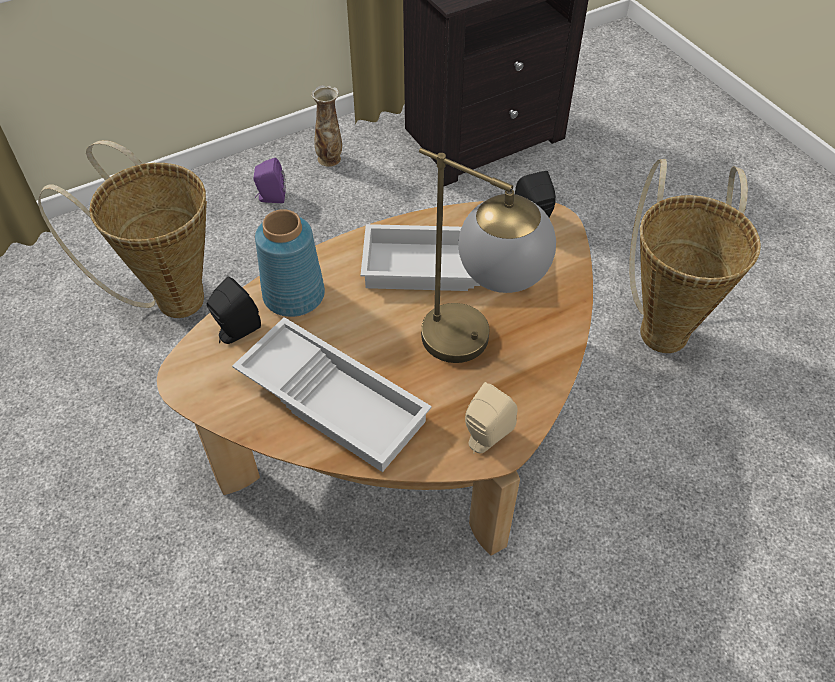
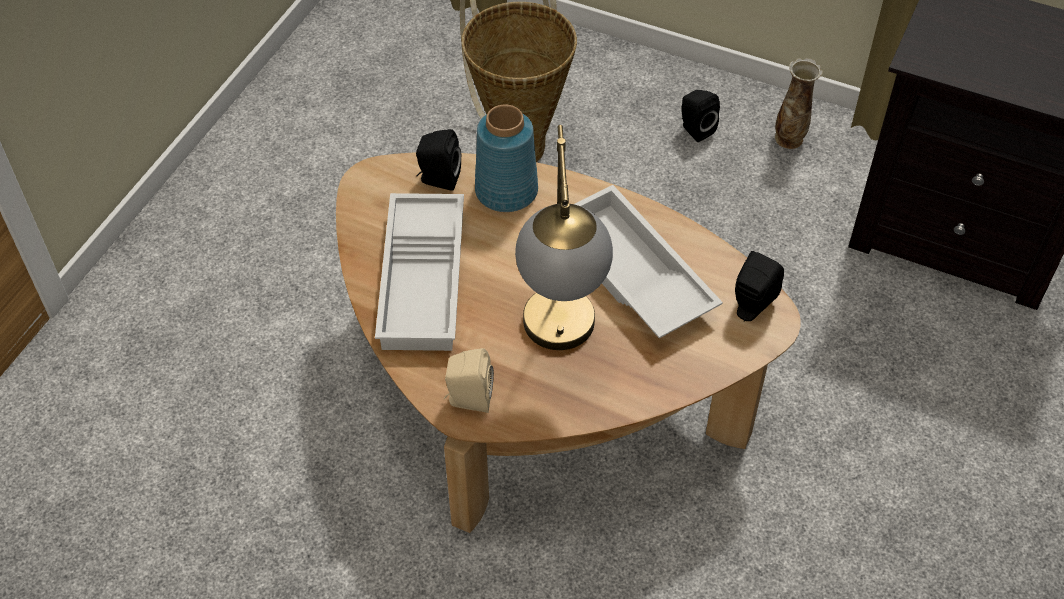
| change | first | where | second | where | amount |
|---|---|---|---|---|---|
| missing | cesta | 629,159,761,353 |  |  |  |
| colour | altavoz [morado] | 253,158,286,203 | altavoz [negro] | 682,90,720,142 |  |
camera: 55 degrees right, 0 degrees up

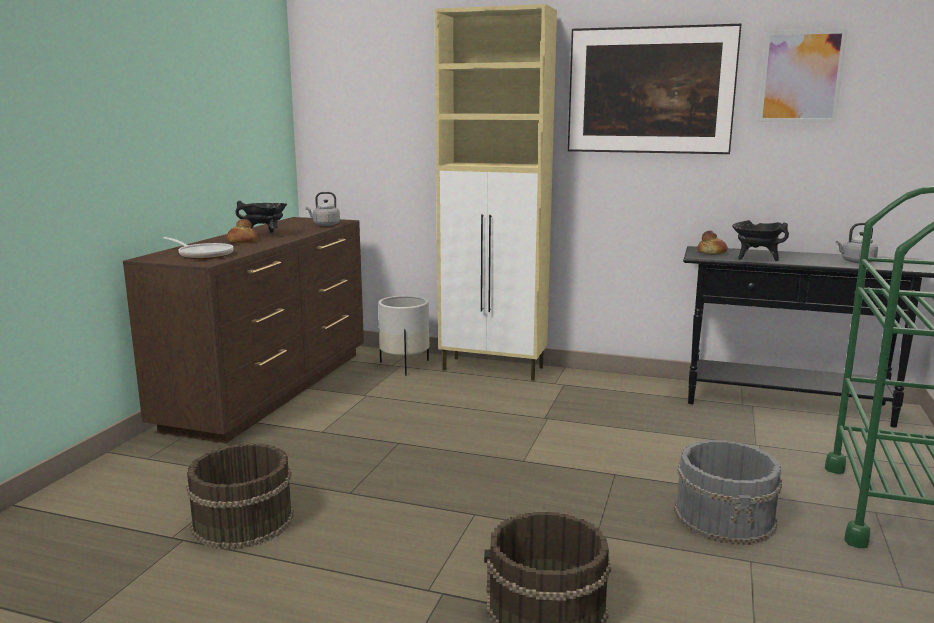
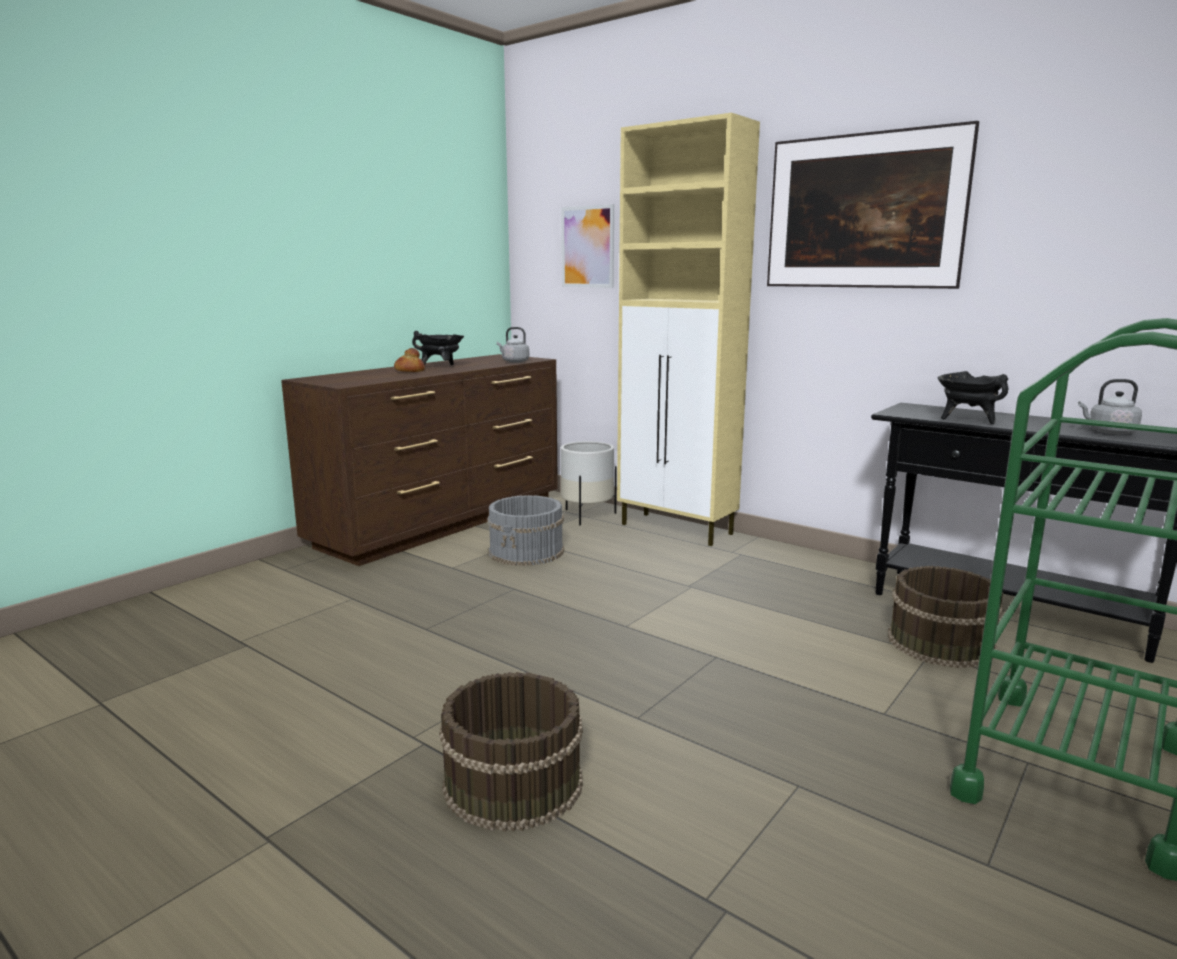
| change | first | where | second | where | amount |
|---|---|---|---|---|---|
| missing | sartén | 163,237,233,259 |  |  |  |
| missing | pan | 697,231,728,254 |  |  |  |
| relocated | cubo [marrón] | 186,443,294,550 |  | 888,566,1004,668 |  |
| relocated | cubo [gris] | 674,440,782,545 |  | 487,495,564,566 |  |
| relocated | cuadro | 758,29,847,122 |  | 561,204,614,288 |  |
camera: 20 degrees right, 0 degrees up

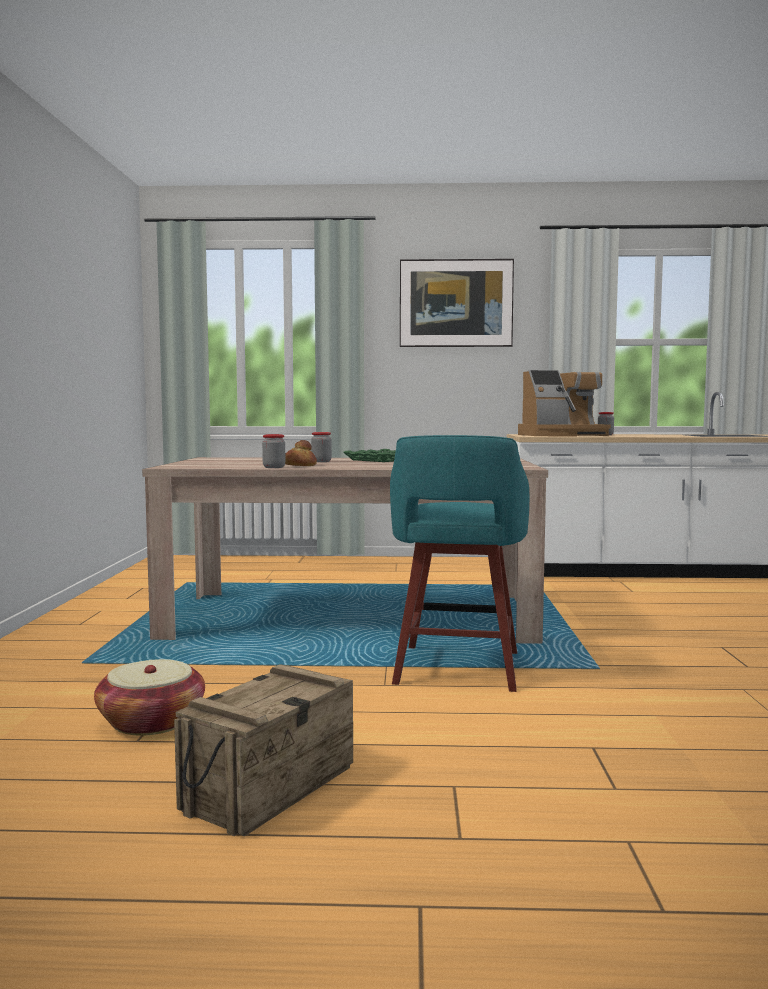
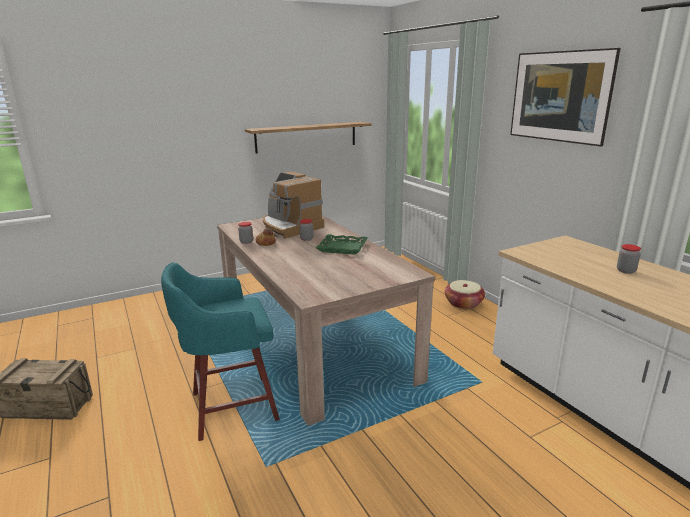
| change | first | where | second | where | amount |
|---|---|---|---|---|---|
| appeared |  |  | estante | 245,122,372,153 |  |
| relocated | cesta | 94,659,205,736 |  | 444,280,485,309 |  |
| relocated | cafetera | 518,370,611,437 |  | 263,172,324,239 |  |
camera: 60 degrees right, 15 degrees up

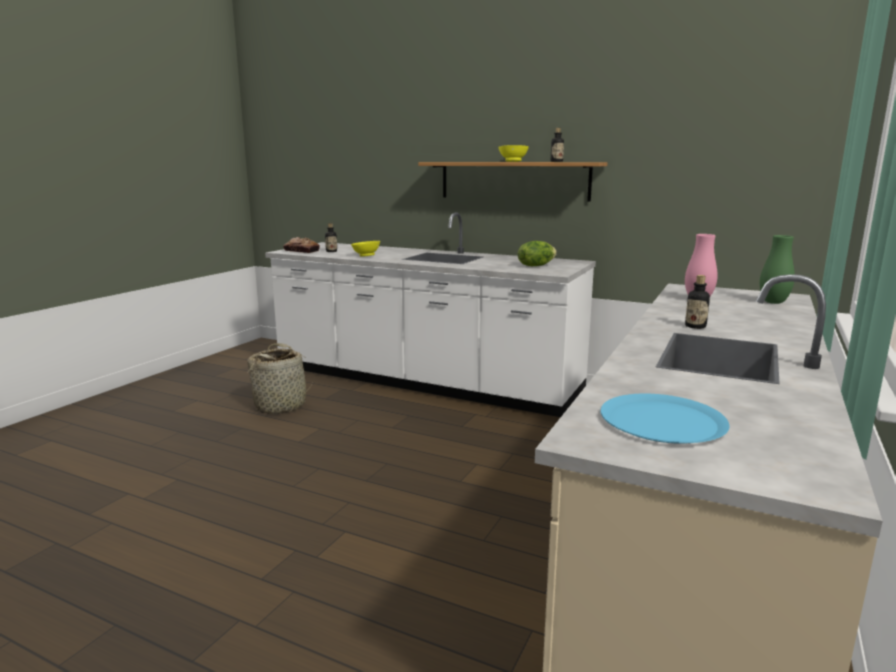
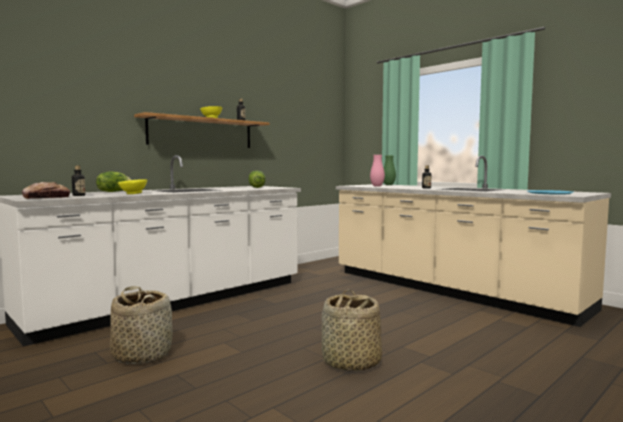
| change | first | where | second | where | amount |
|---|---|---|---|---|---|
| appeared |  |  | lechuga | 96,171,131,192 |  |
| appeared |  |  | cesta | 321,290,382,371 |  |
camera: 70 degrees left, 10 degrees down

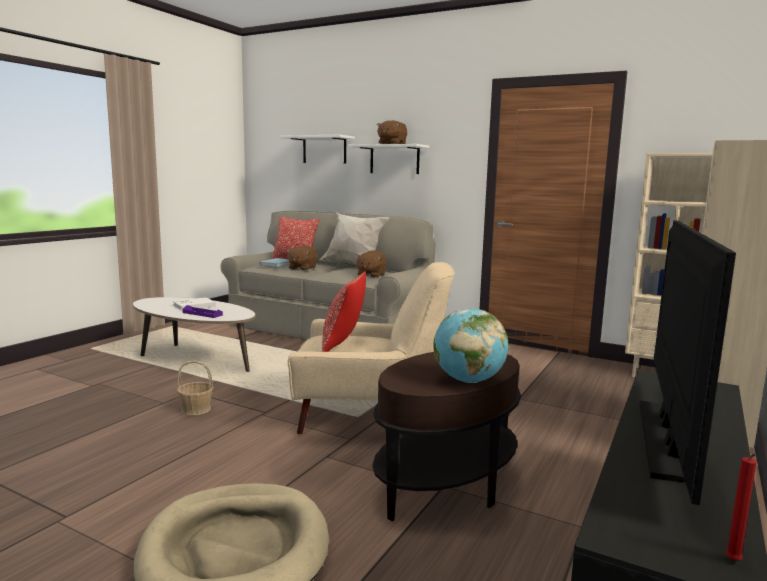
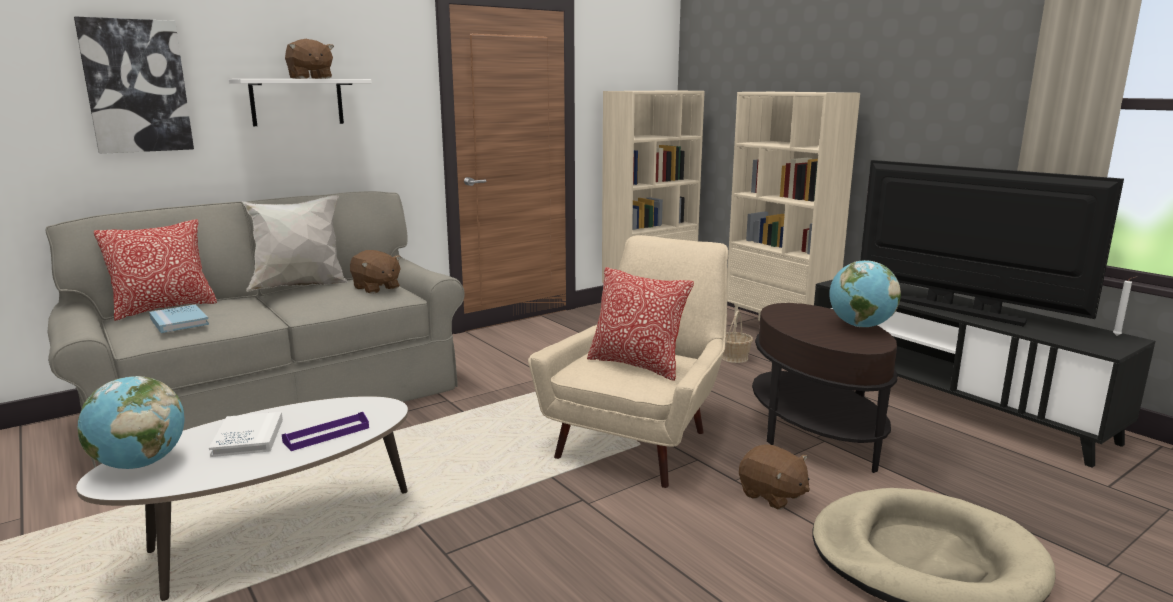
| change | first | where | second | where | amount |
|---|---|---|---|---|---|
| appeared |  |  | globo terráqueo | 78,376,185,469 |  |
| relocated | cesta | 177,360,213,415 |  | 722,310,753,363 |  |
| relocated | peluche [marrón] | 287,245,317,271 |  | 739,444,810,510 |  |
| exchanged | estante [blanco] | 280,135,355,163 | cuadro | 74,17,194,154 |  |
| colour | vela [rojo] | 725,453,757,561 | vela [blanco] | 1113,276,1137,336 |  |
camera: 65 degrees left, 5 degrees up

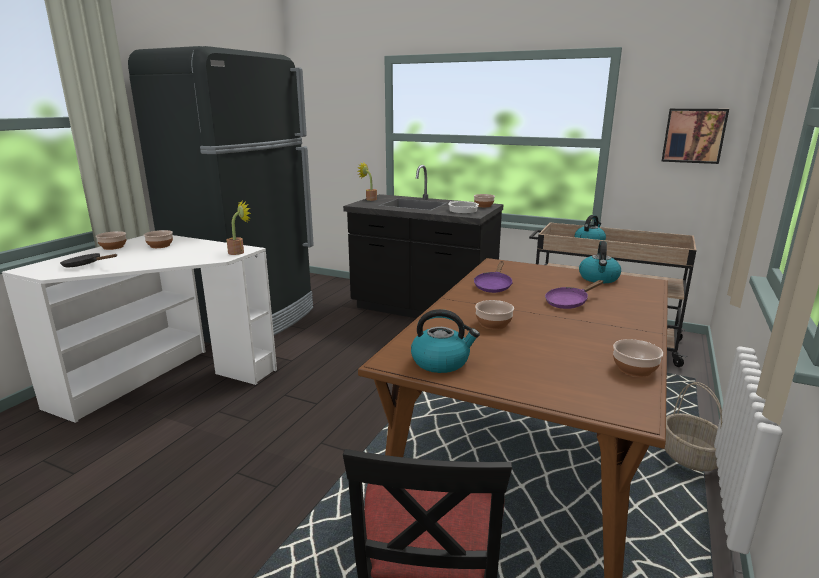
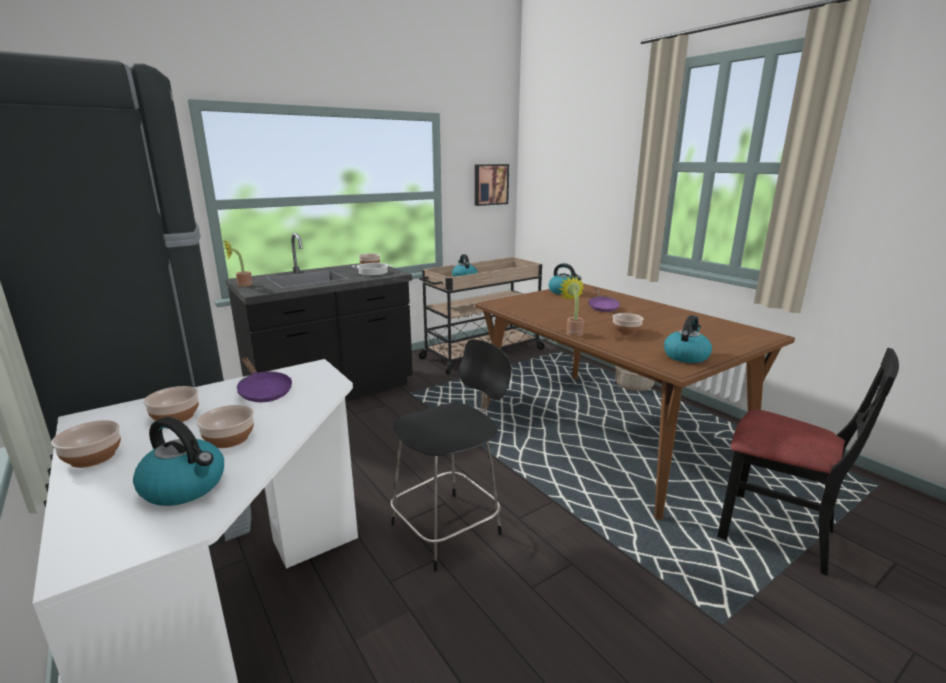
| change | first | where | second | where | amount |
|---|---|---|---|---|---|
| appeared |  |  | silla [negro] | 390,339,512,571 |  |
| relocated | planta en maceta | 227,199,251,255 |  | 559,276,584,337 |  |
| relocated | sartén [morado] | 474,261,513,293 |  | 237,357,292,402 |  |
| relocated | cuenco | 613,339,663,377 |  | 196,405,254,448 |  |
| exchanged | sartén [negro] | 60,253,117,268 | hervidor | 133,417,224,506 |  |
camera: 60 degrees left, 0 degrees up

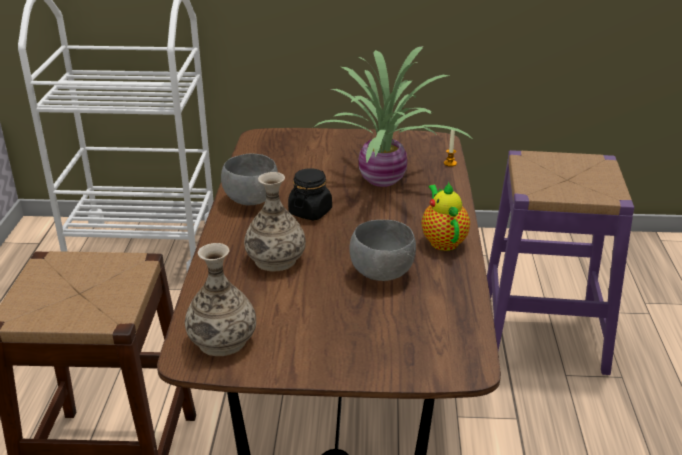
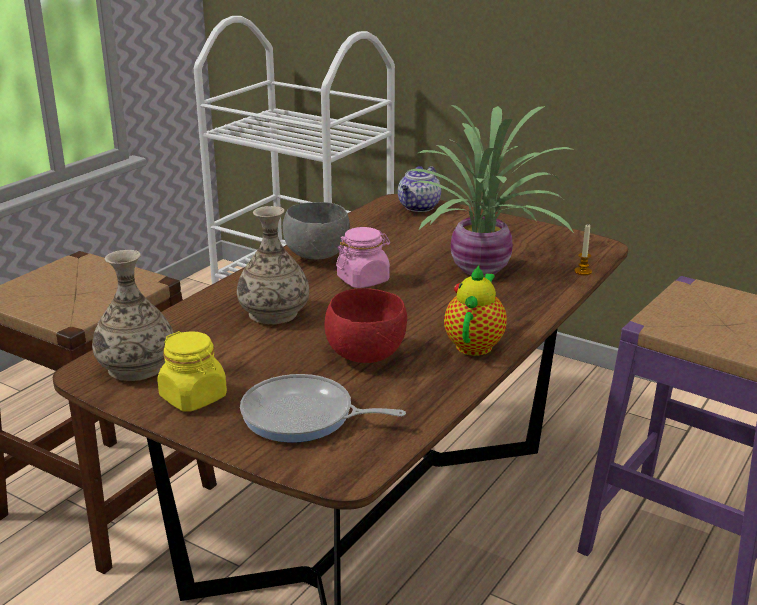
| change | first | where | second | where | amount |
|---|---|---|---|---|---|
| appeared |  |  | tarro [amarillo] | 157,331,227,412 |  |
| appeared |  |  | sartén | 240,374,406,443 |  |
| appeared |  |  | tetera | 398,166,441,212 |  |
| colour | tarro [negro] | 288,168,332,220 | tarro [rosa] | 336,227,390,288 |  |
| colour | cuenco [gris] | 349,220,416,281 | cuenco [rojo] | 325,288,407,363 |  |
camera: 30 degrees right, 5 degrees down

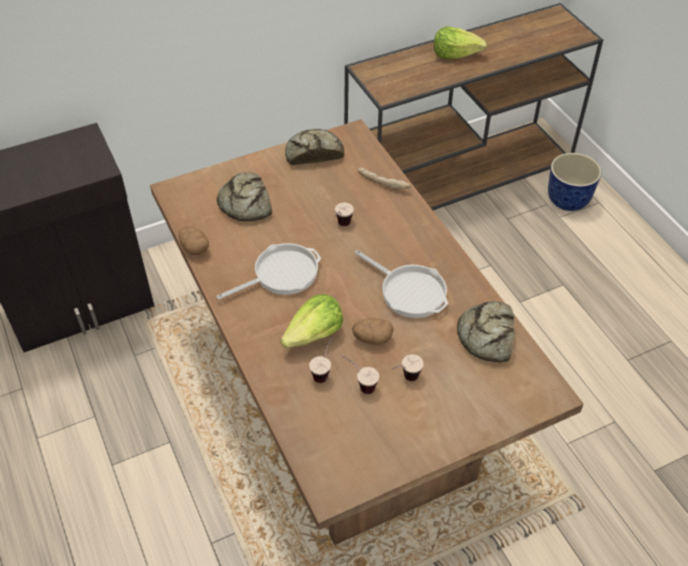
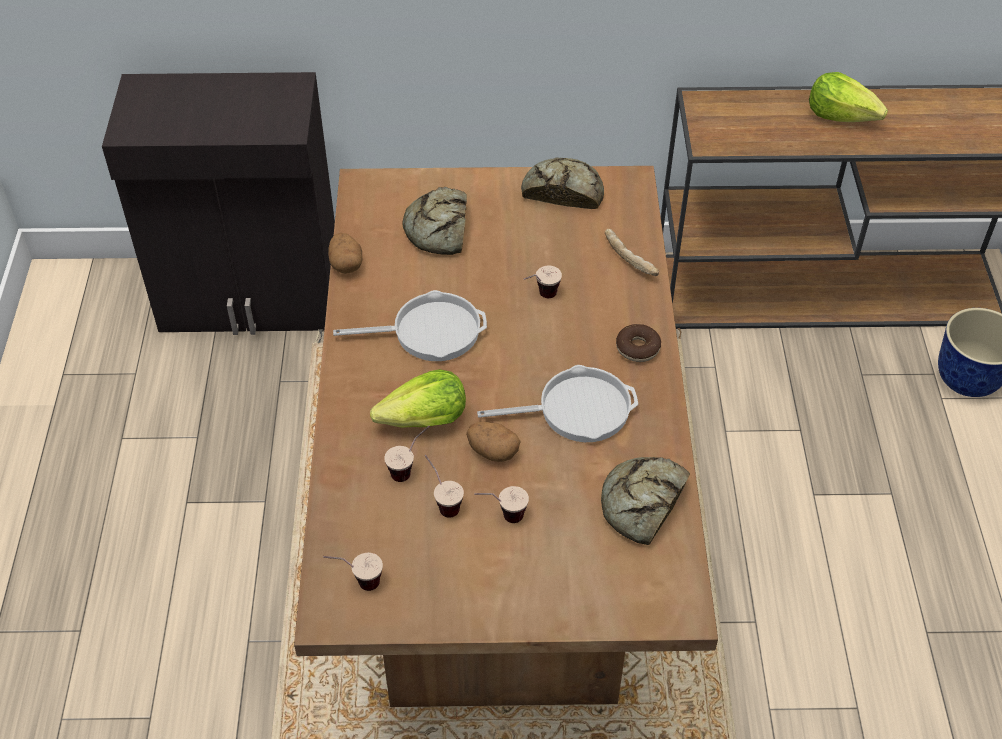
| change | first | where | second | where | amount |
|---|---|---|---|---|---|
| appeared |  |  | taza | 323,553,383,591 |  |
| appeared |  |  | rosquilla | 616,324,661,362 |  |
| spun | sartén | 355,250,448,318 |  | 477,365,638,442 | 75 degrees counterclockwise |
camera: 25 degrees right, 0 degrees up

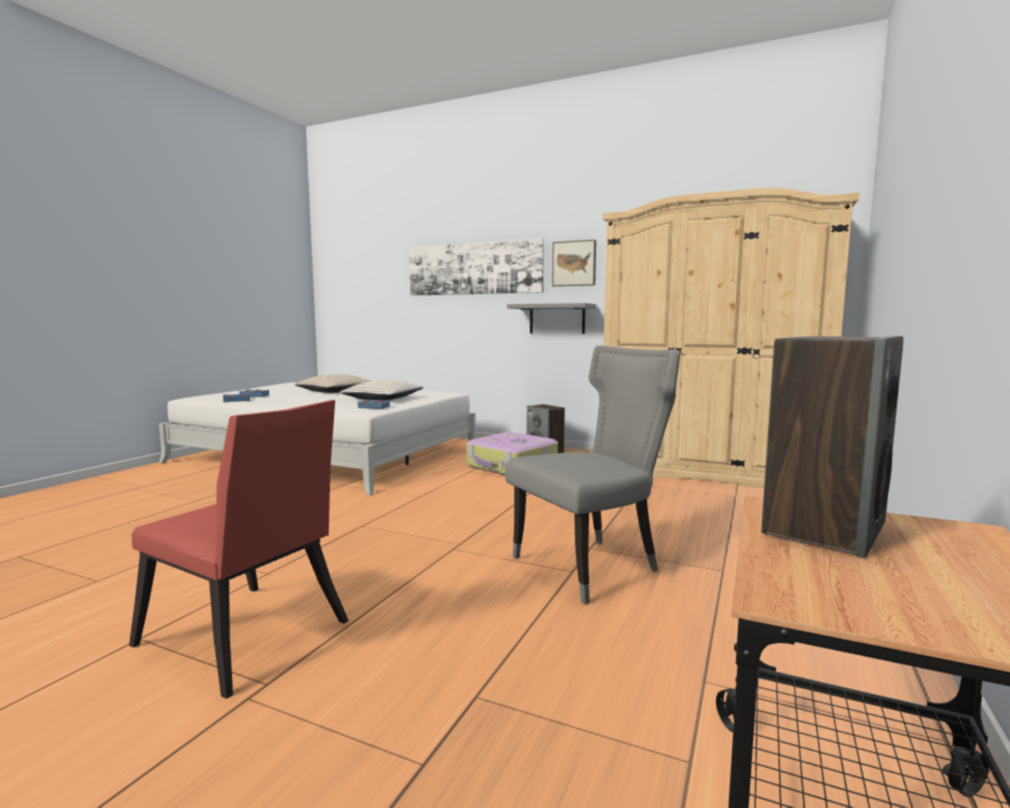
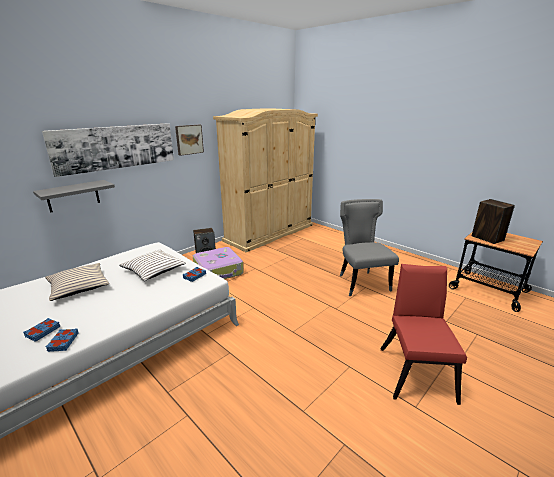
| change | first | where | second | where | amount |
|---|---|---|---|---|---|
| relocated | estante [gris] | 507,303,596,334 |  | 33,180,115,213 |  |
| spun | silla [rojo] | 129,400,349,699 |  | 380,264,467,405 | 45 degrees counterclockwise |
camera: 70 degrees left, 15 degrees up

